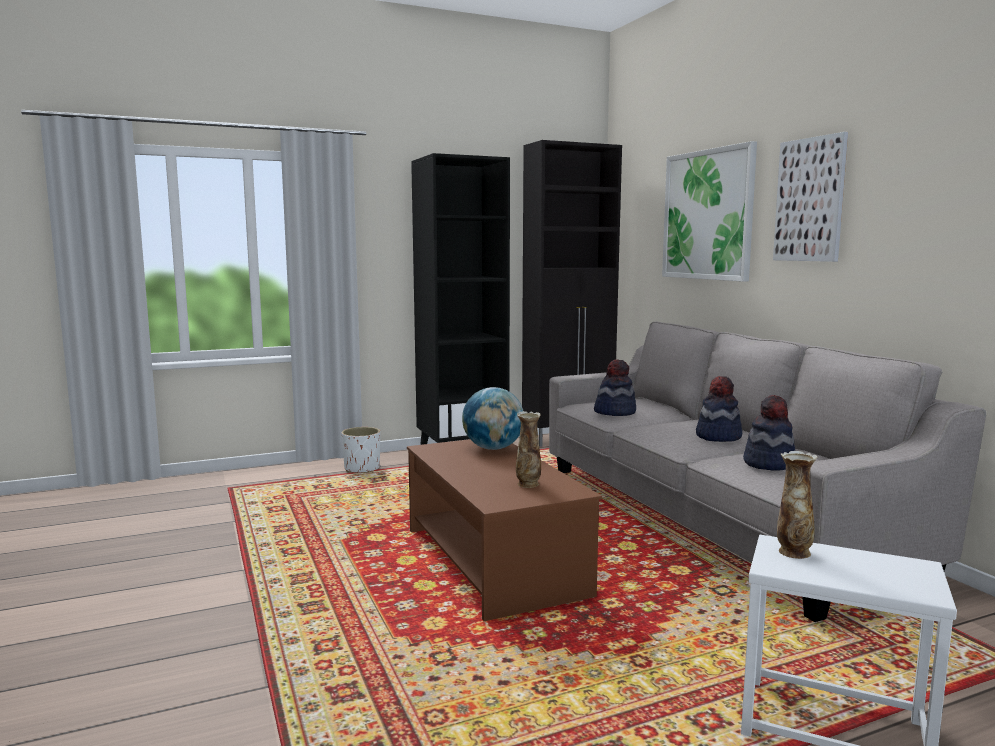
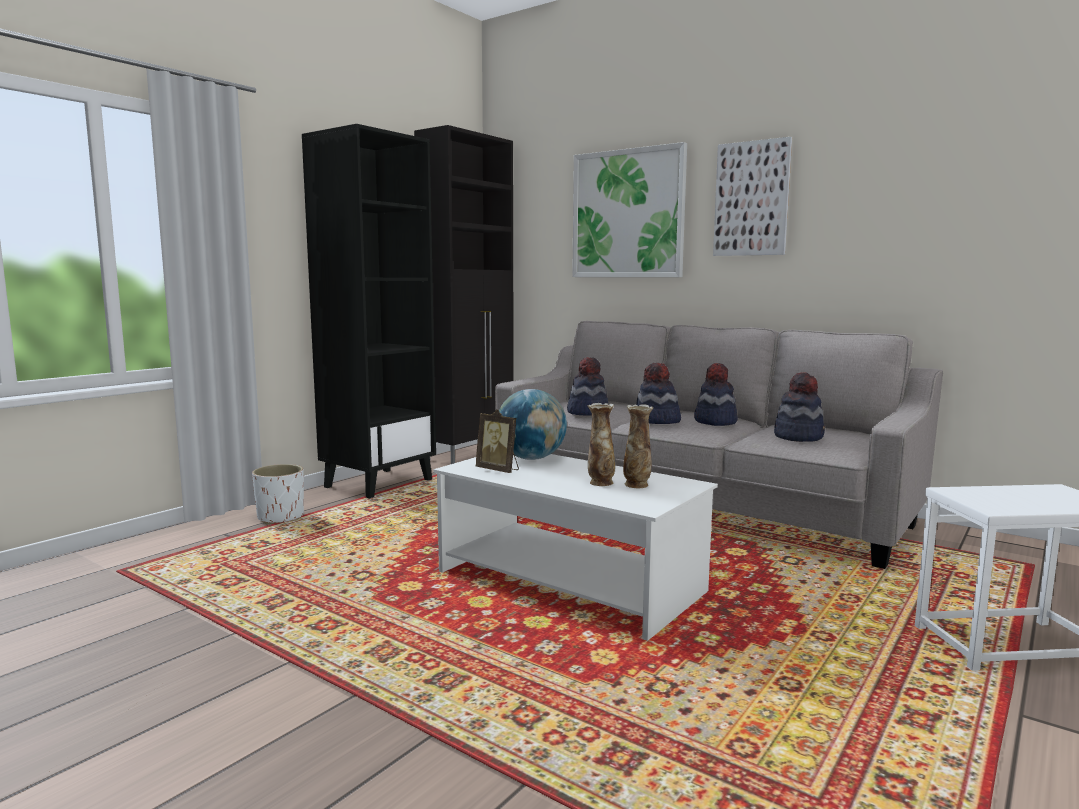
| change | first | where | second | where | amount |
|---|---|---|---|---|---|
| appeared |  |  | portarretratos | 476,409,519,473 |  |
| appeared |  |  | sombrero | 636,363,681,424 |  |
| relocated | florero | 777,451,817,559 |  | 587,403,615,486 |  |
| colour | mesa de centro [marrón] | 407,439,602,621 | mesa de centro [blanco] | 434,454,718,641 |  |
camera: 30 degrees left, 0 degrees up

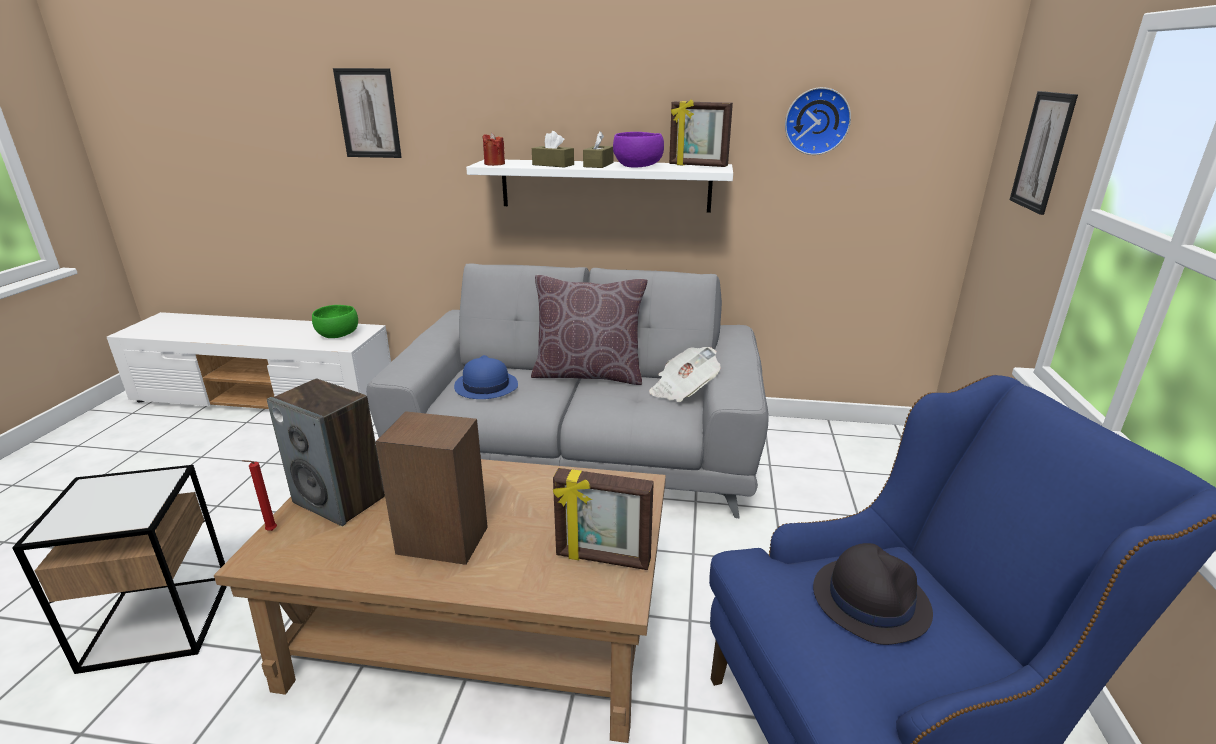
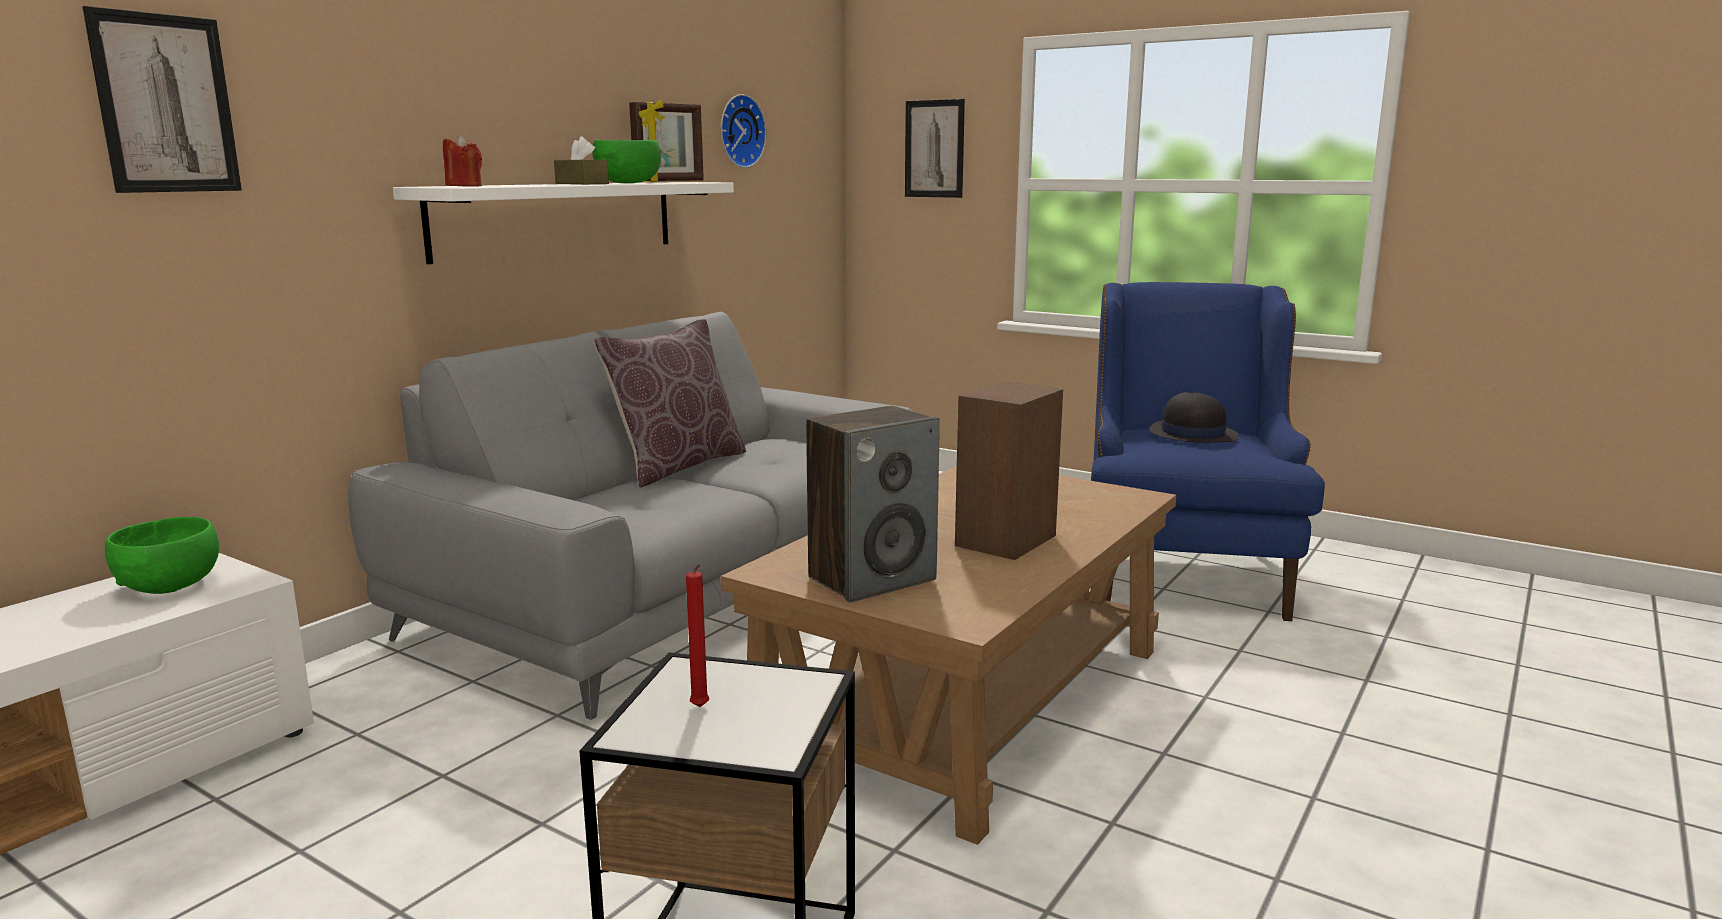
| change | first | where | second | where | amount |
|---|---|---|---|---|---|
| missing | sombrero [azul] | 454,355,518,399 |  |  |  |
| missing | caja de pañuelos [marrón] | 532,131,574,167 |  |  |  |
| missing | portarretratos | 553,468,654,570 |  |  |  |
| missing | periódico | 649,347,721,402 |  |  |  |
| relocated | vela [rojo] | 242,460,277,531 |  | 686,564,709,707 |  |
| colour | cuenco [morado] | 613,132,664,167 | cuenco [verde] | 592,140,661,183 |  |
camera: 65 degrees left, 10 degrees down

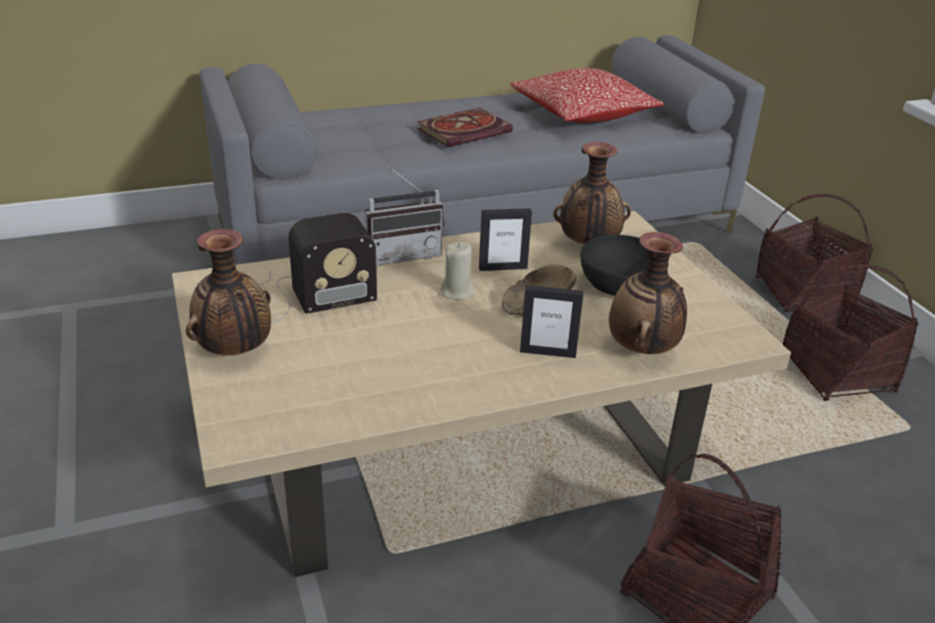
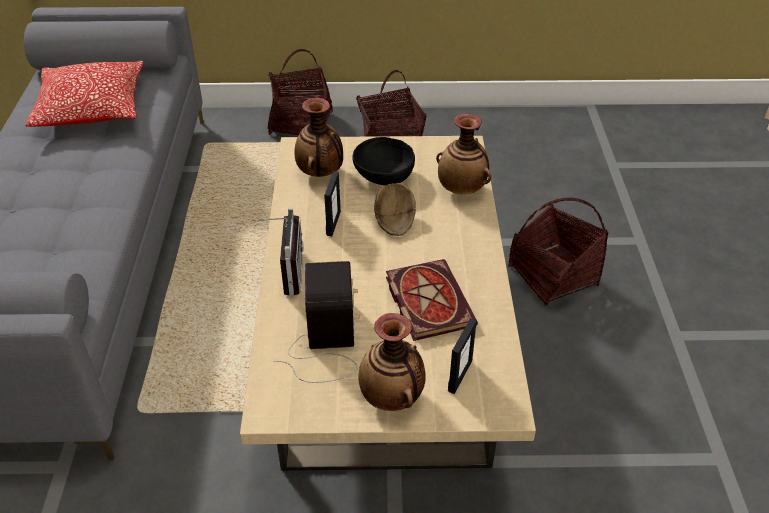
| change | first | where | second | where | amount |
|---|---|---|---|---|---|
| missing | vela [beis] | 441,242,475,300 |  |  |  |
| relocated | libro | 417,108,513,147 |  | 386,259,478,341 |  |
| relocated | portarretratos | 520,285,583,358 |  | 448,318,477,394 |  |
camera: 70 degrees left, 10 degrees up

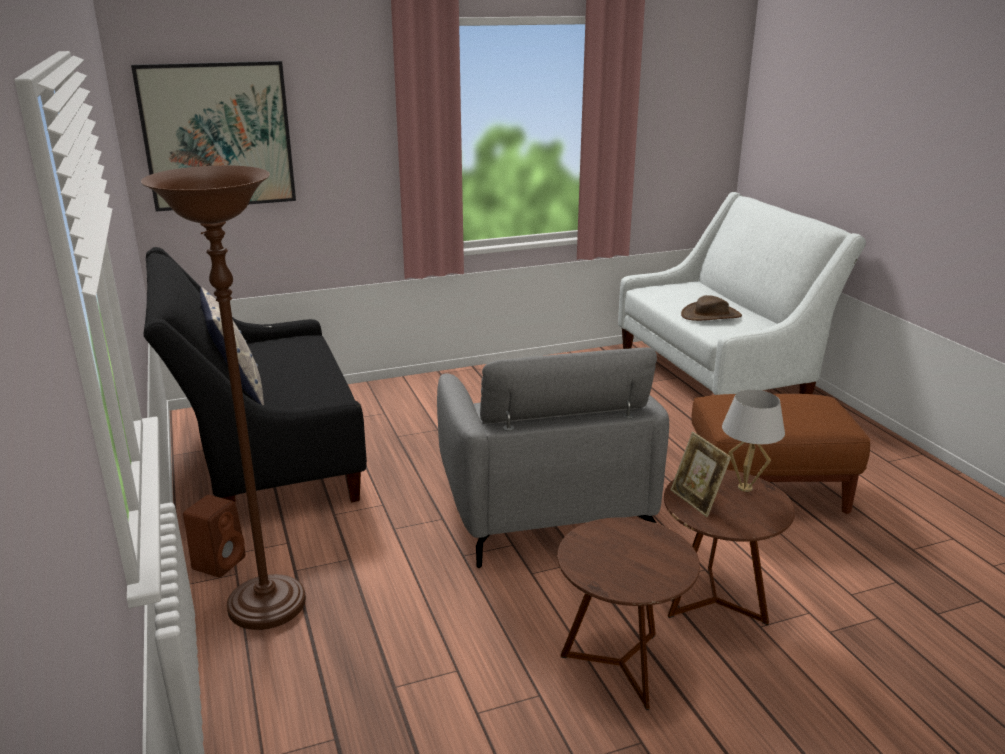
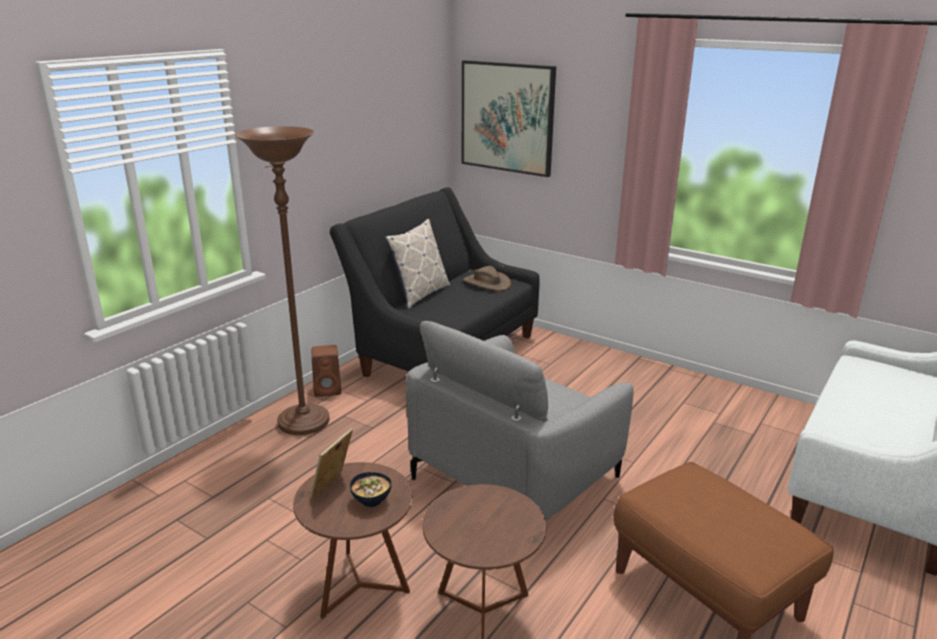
| change | first | where | second | where | amount |
|---|---|---|---|---|---|
| missing | lámpara de mesa [blanco] | 722,390,785,492 |  |  |  |
| appeared |  |  | cuenco | 350,472,392,507 |  |
| relocated | portarretratos | 671,432,731,517 |  | 309,428,353,499 |  |
| relocated | sombrero [marrón] | 681,295,742,321 |  | 463,266,511,291 |  |
camera: 55 degrees right, 0 degrees up

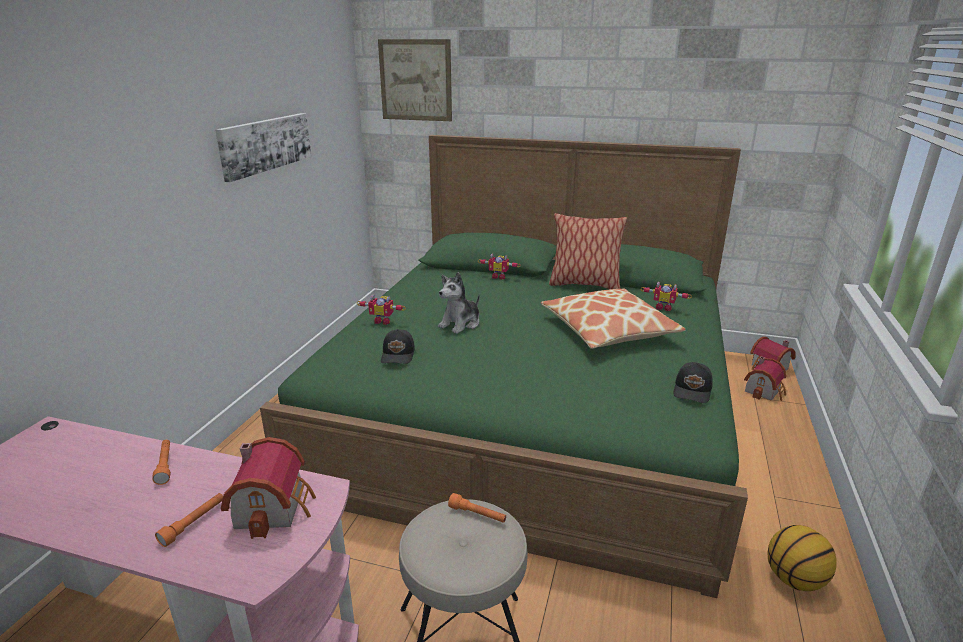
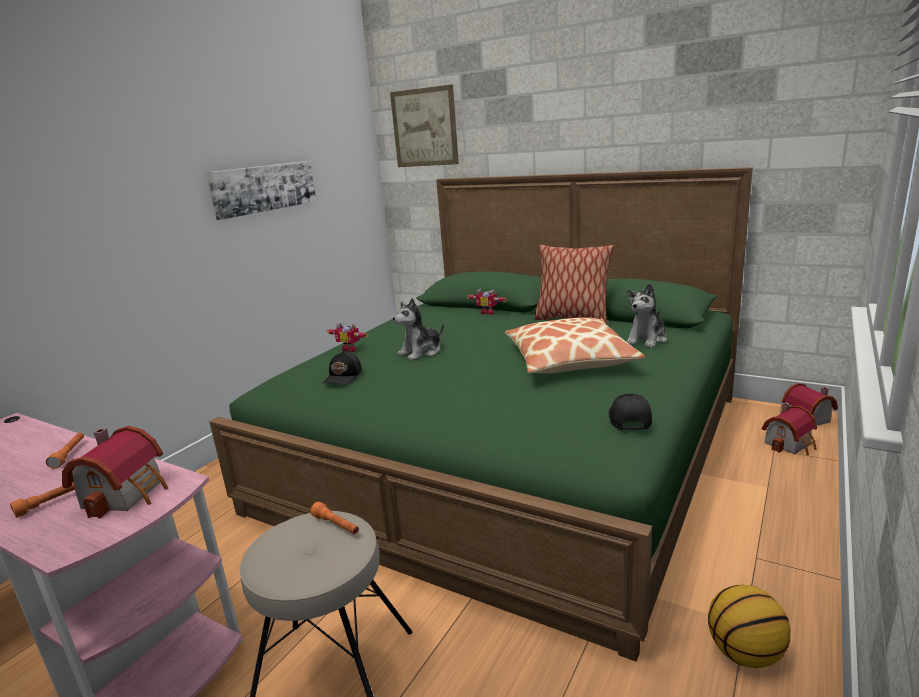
| change | first | where | second | where | amount |
|---|---|---|---|---|---|
| exchanged | robot de juguete | 640,282,692,311 | peluche | 626,284,667,348 |  |
| spun | gorra [negro] | 673,362,713,403 |  | 609,393,652,430 | 150 degrees clockwise |
camera: 15 degrees right, 5 degrees down

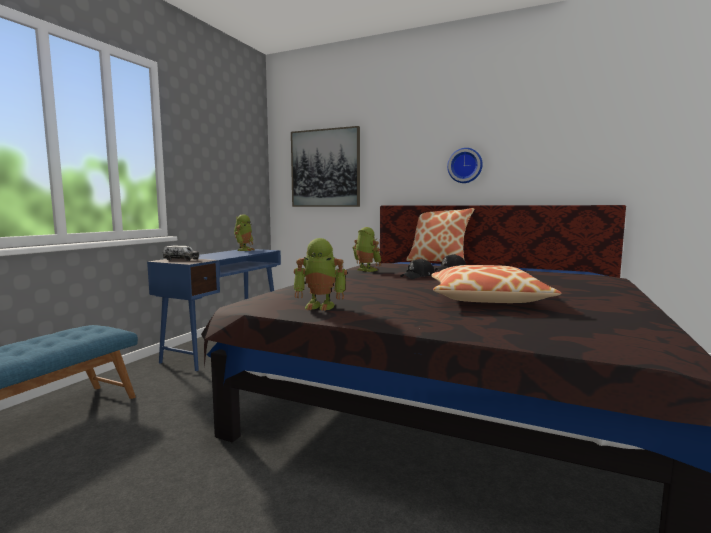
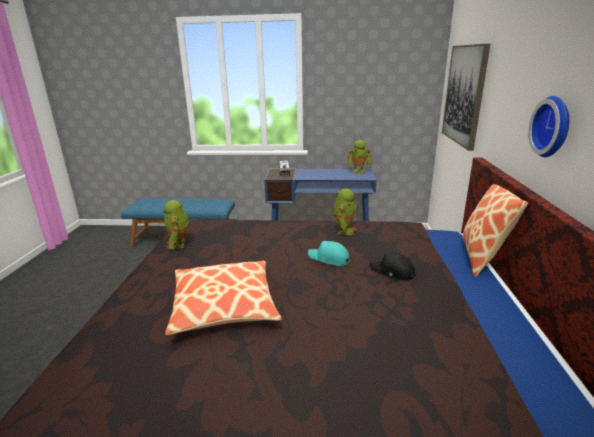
| change | first | where | second | where | amount |
|---|---|---|---|---|---|
| colour | gorra [negro] | 401,258,435,279 | gorra [turquesa] | 308,241,350,266 |  |
camera: 70 degrees right, 15 degrees up

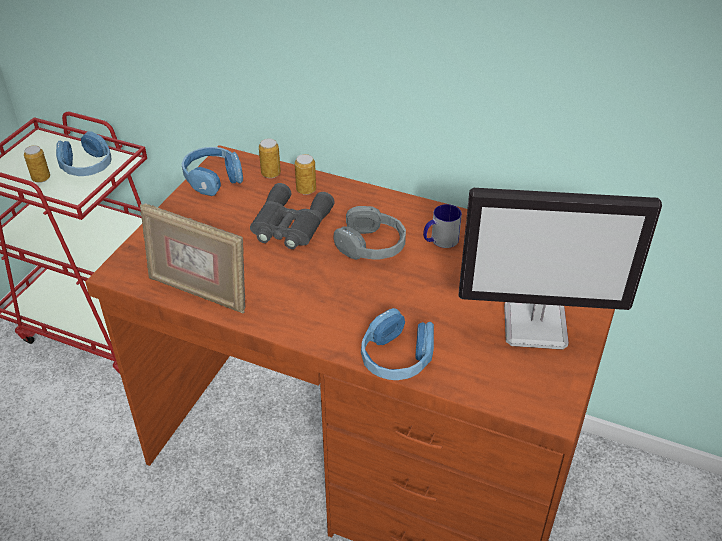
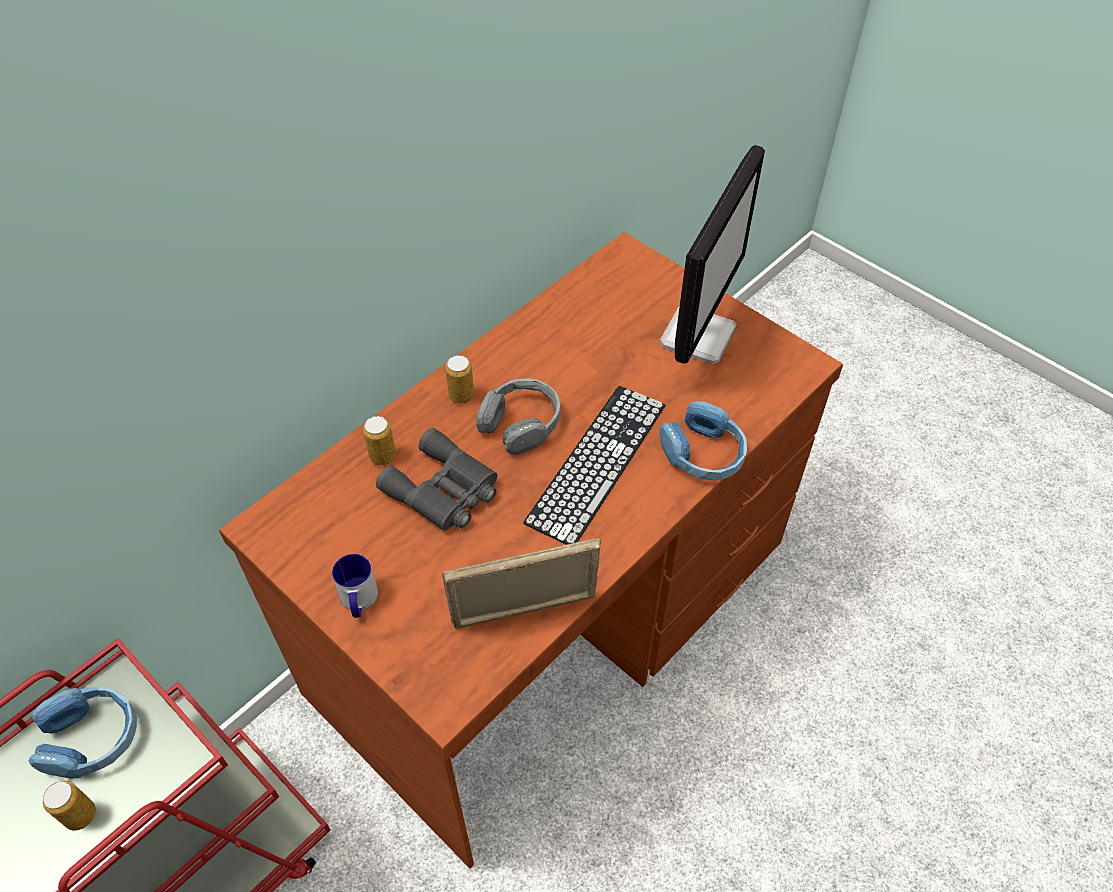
| change | first | where | second | where | amount |
|---|---|---|---|---|---|
| missing | auriculares [azul] | 182,147,243,196 |  |  |  |
| appeared |  |  | teclado | 523,386,665,545 |  |
| relocated | lata | 259,139,281,178 |  | 445,355,474,404 |  |
| relocated | taza grande | 423,204,462,248 |  | 332,554,378,618 |  |
| spun | portarretratos | 140,203,245,313 |  | 442,538,601,628 | 150 degrees counterclockwise |
camera: 70 degrees left, 10 degrees up

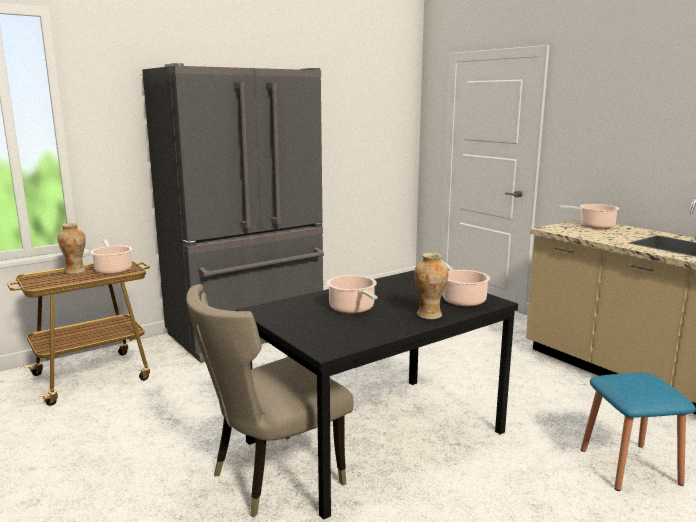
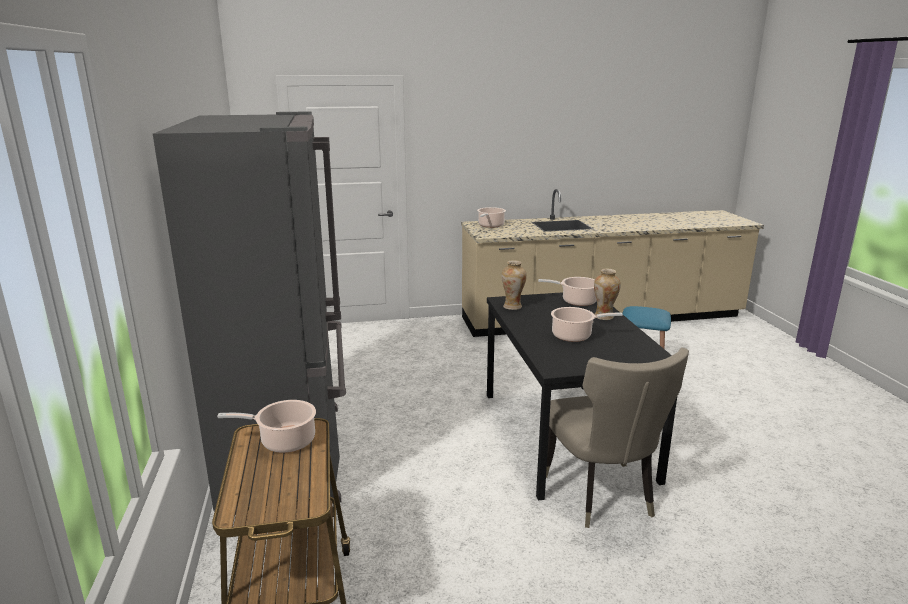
| change | first | where | second | where | amount |
|---|---|---|---|---|---|
| relocated | florero | 57,223,86,274 |  | 501,260,527,310 |  |
camera: 65 degrees left, 5 degrees up

